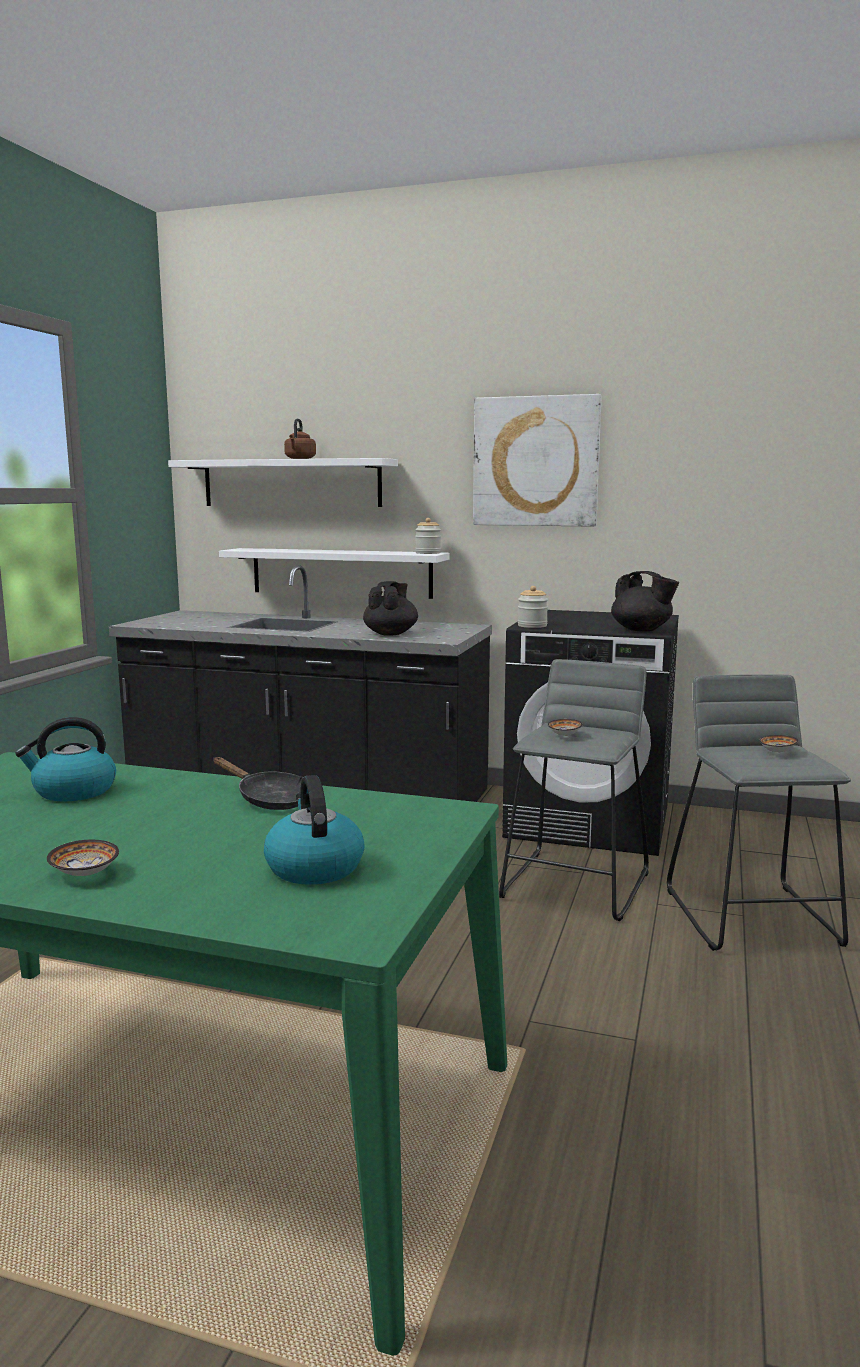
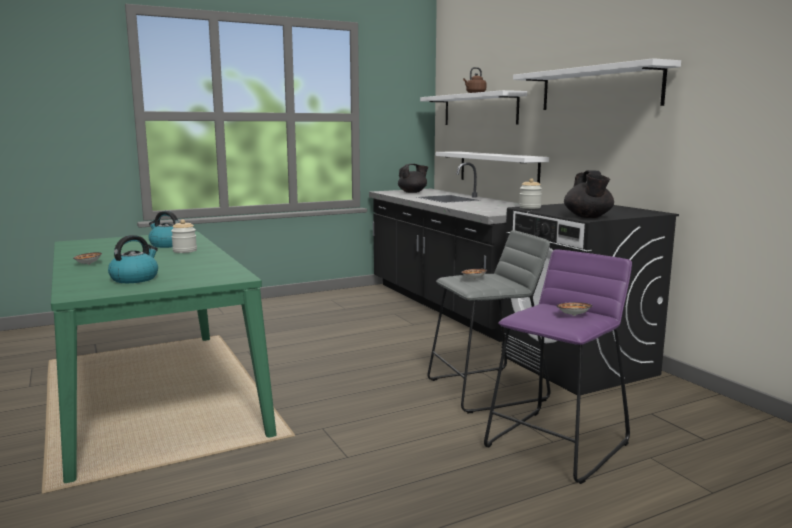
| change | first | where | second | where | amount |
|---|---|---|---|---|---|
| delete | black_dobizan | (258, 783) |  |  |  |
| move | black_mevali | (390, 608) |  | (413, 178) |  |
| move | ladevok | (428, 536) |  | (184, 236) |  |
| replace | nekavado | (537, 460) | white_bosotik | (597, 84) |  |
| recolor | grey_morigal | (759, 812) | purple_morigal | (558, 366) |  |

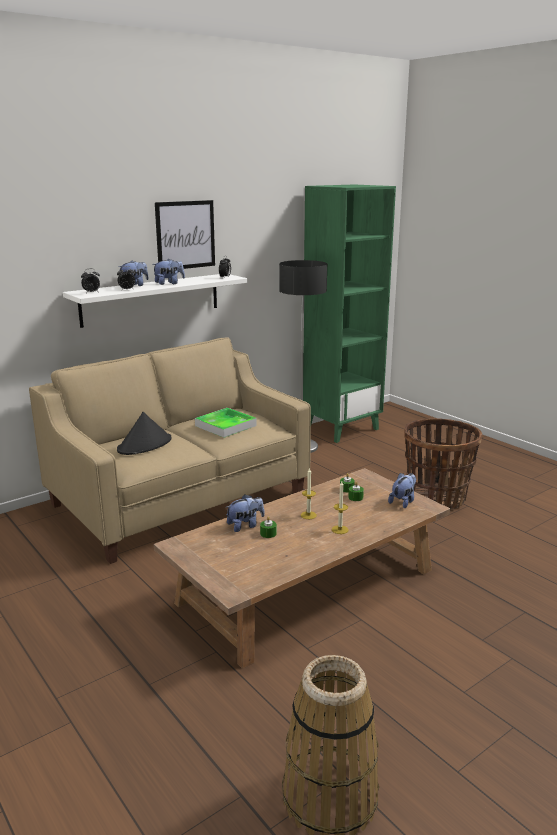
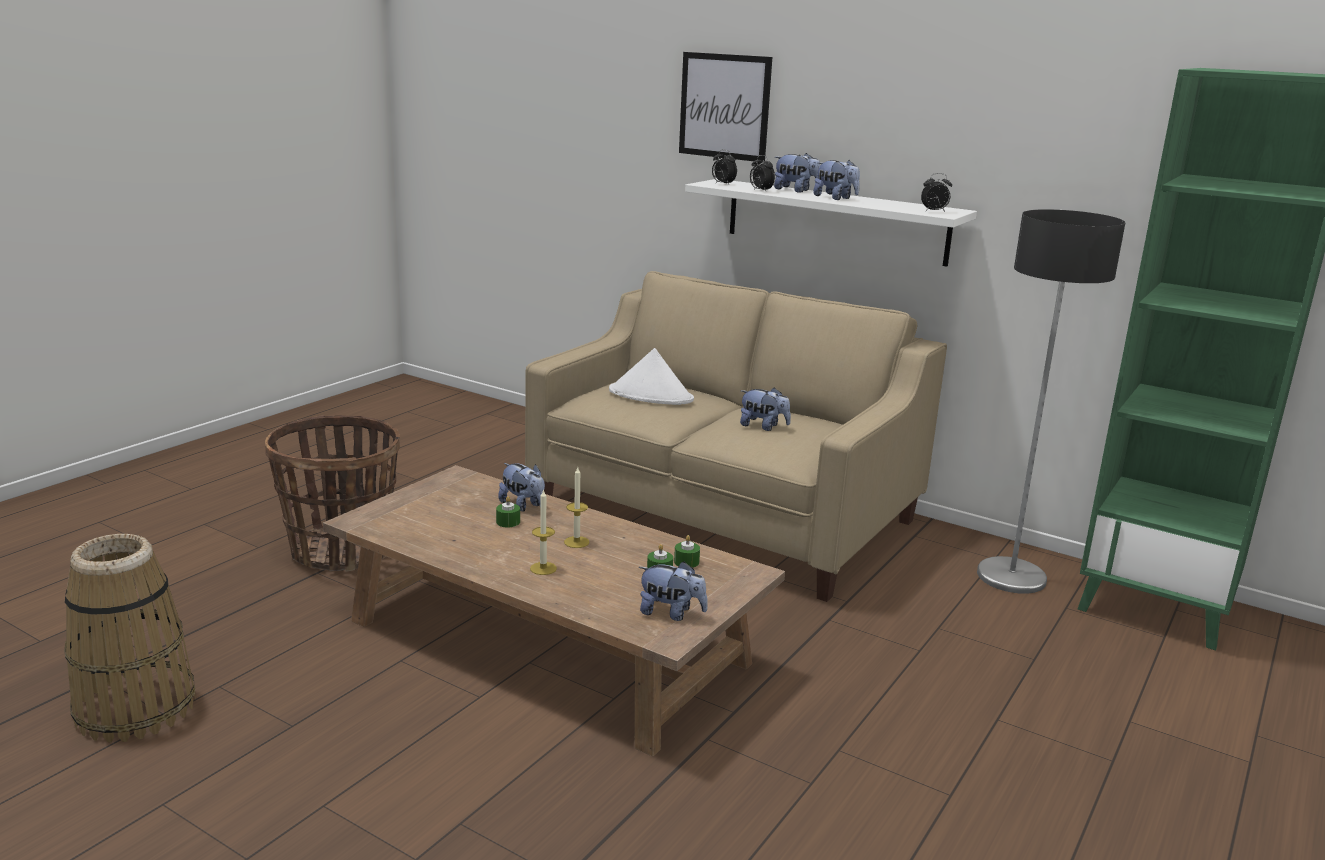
| change | first | where | second | where | amount |
|---|---|---|---|---|---|
| recolor | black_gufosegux | (144, 433) | white_gufosegux | (651, 376) |  |
| move | nekavado | (185, 234) |  | (725, 107) |  |
| replace | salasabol | (225, 423) | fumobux | (765, 409) |  |
| move | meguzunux | (443, 464) |  | (332, 493) |  |

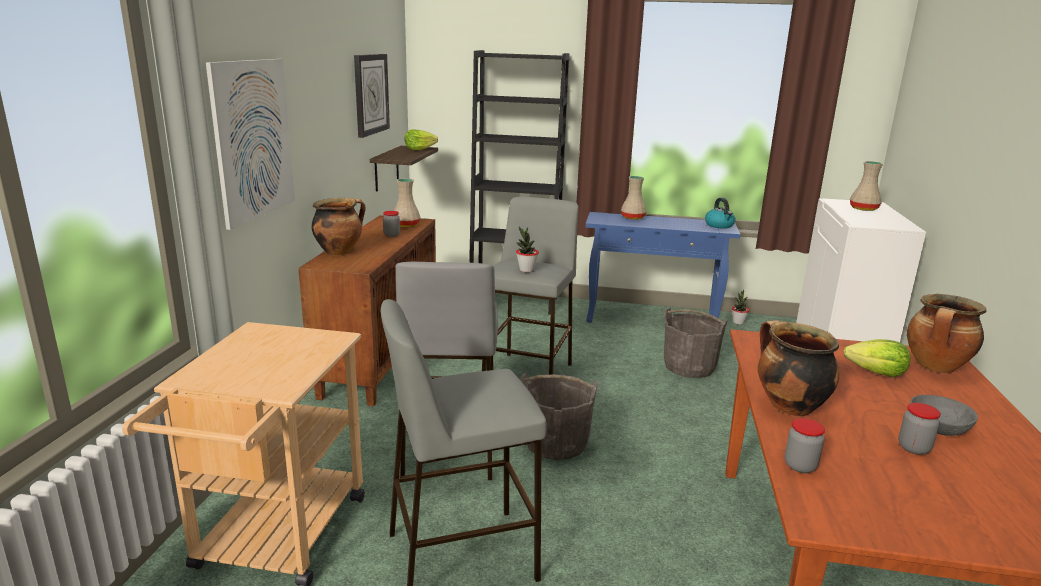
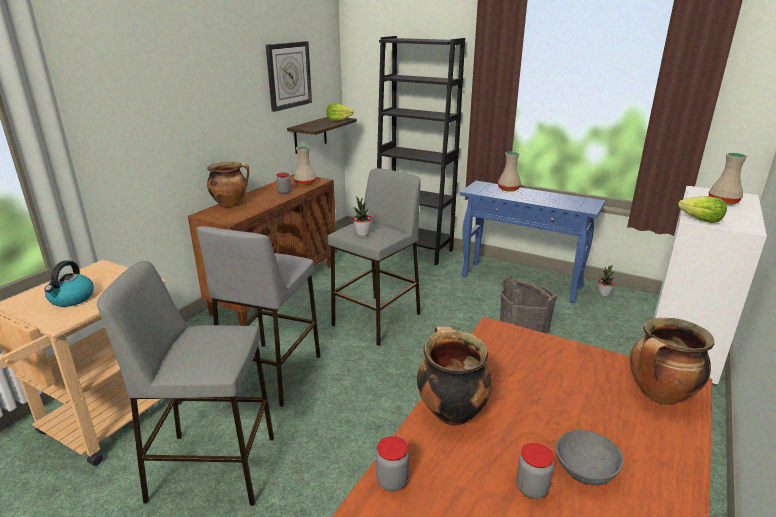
| change | first | where | second | where | amount |
|---|---|---|---|---|---|
| delete | nekavado | (250, 144) |  |  |  |
| delete | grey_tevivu | (559, 416) |  |  |  |
| move | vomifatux | (720, 213) |  | (69, 283) |  |
| move | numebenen | (877, 358) |  | (702, 209) |  |

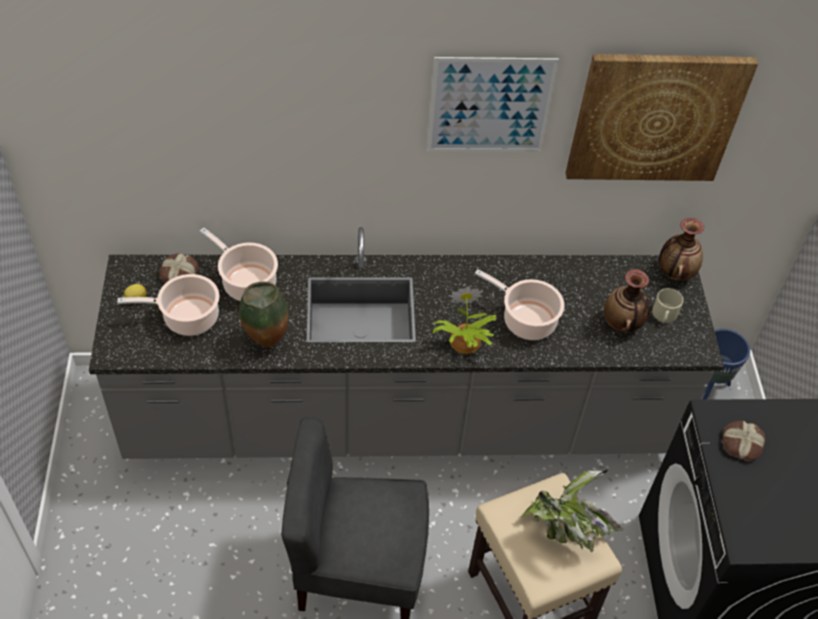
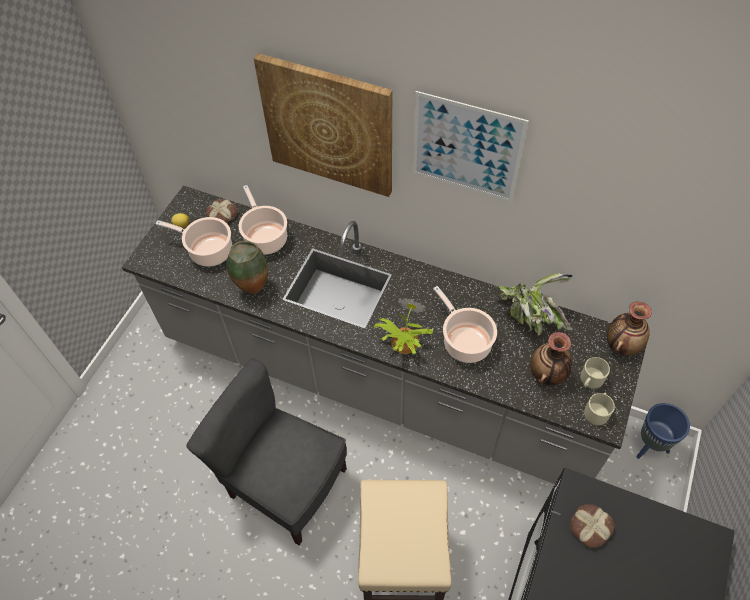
| change | first | where | second | where | amount |
|---|---|---|---|---|---|
| move | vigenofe | (571, 511) |  | (534, 304) |  |
| move | nekavado | (662, 117) |  | (323, 125) |  |
| insert |  |  | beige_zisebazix | (599, 409) |  |

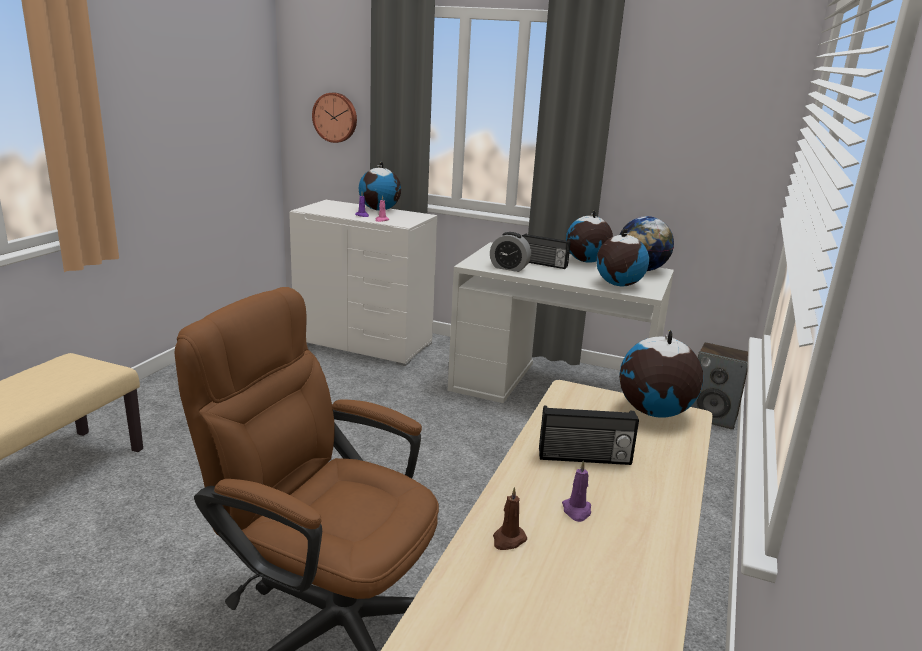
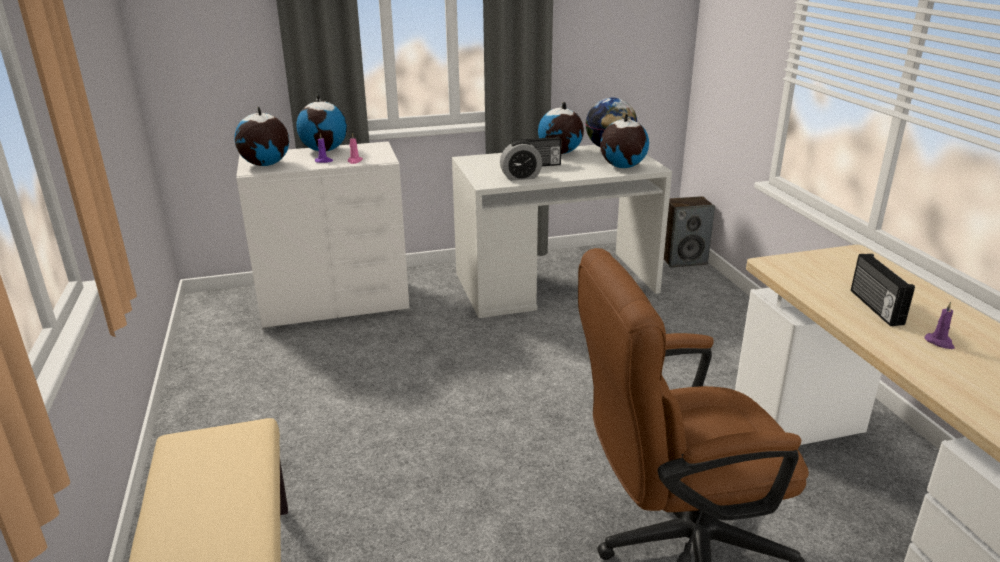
| change | first | where | second | where | amount |
|---|---|---|---|---|---|
| delete | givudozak | (334, 118) |  |  |  |
| delete | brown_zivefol | (510, 518) |  |  |  |
| rotate | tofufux | (589, 435) |  | (883, 290) | 120 degrees clockwise |
| move | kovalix | (661, 374) |  | (261, 136) |  |

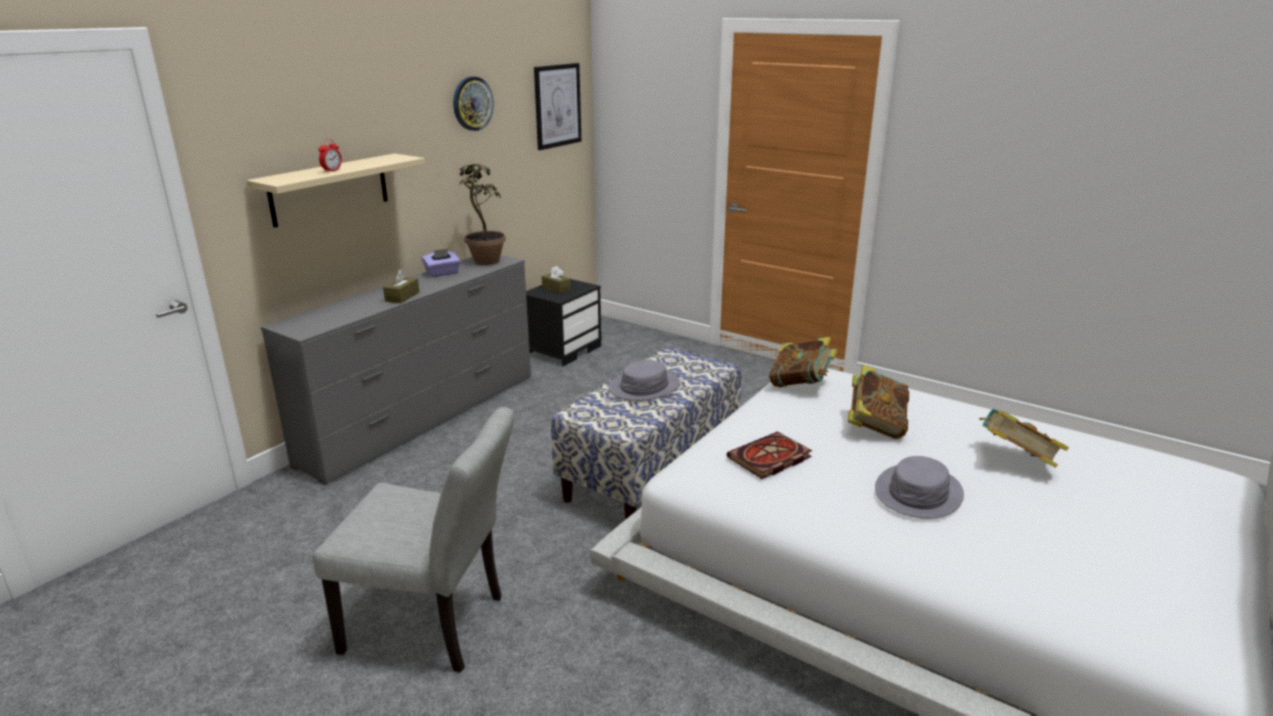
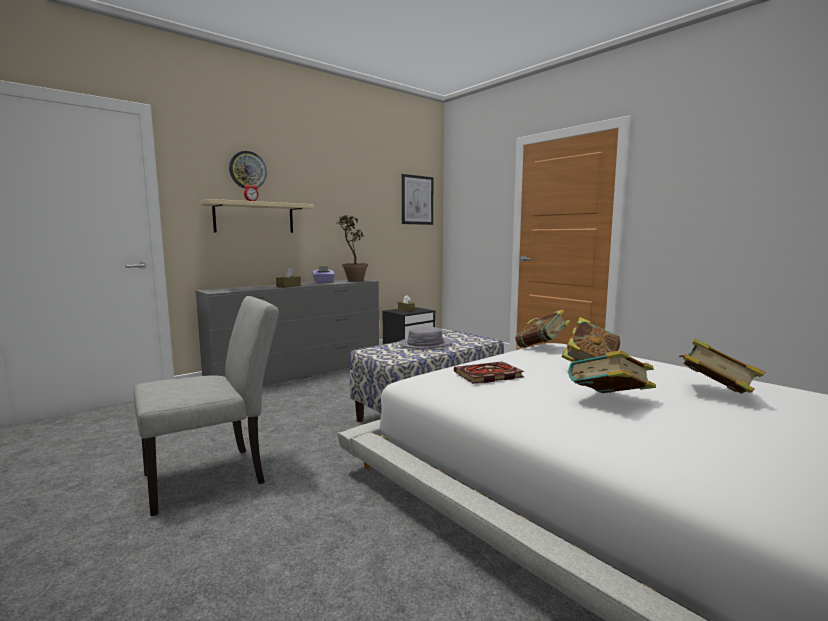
| change | first | where | second | where | amount |
|---|---|---|---|---|---|
| rotate | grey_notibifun | (414, 540) |  | (206, 406) | 60 degrees counterclockwise |
| move | givudozak | (473, 103) |  | (248, 170) |  |
| replace | grey_gufosegux | (919, 487) | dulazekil | (612, 371) |  |

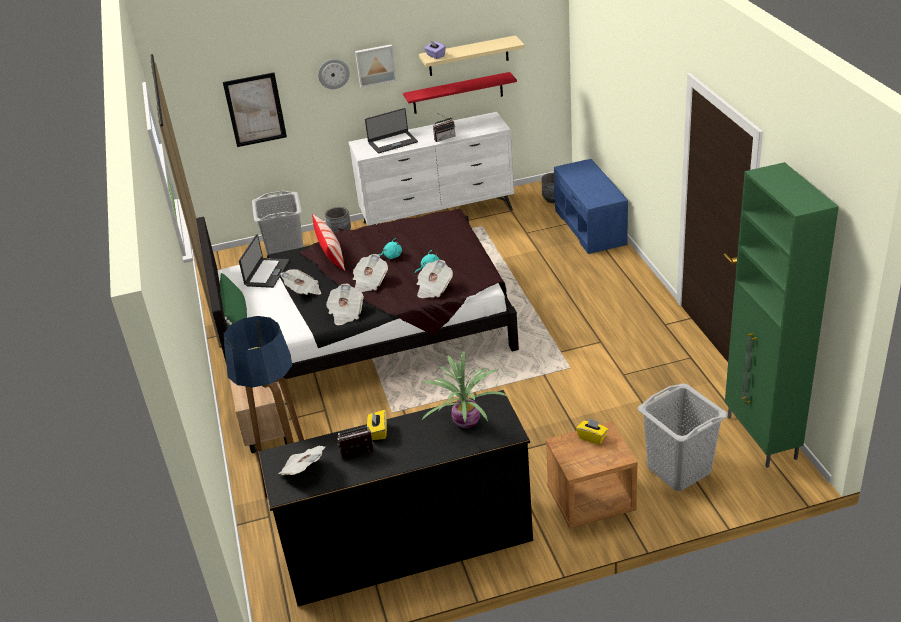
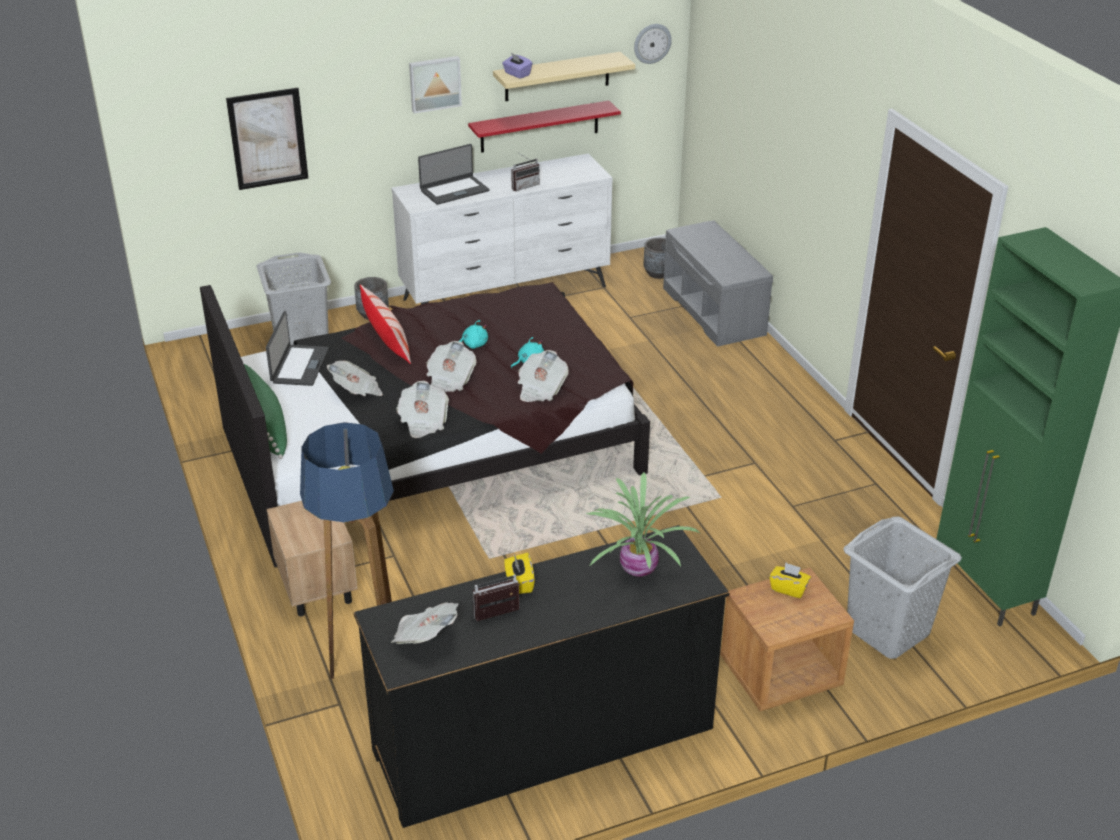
| change | first | where | second | where | amount |
|---|---|---|---|---|---|
| move | givudozak | (334, 74) |  | (653, 44) |  |
| recolor | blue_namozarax | (591, 206) | grey_namozarax | (718, 283) |  |

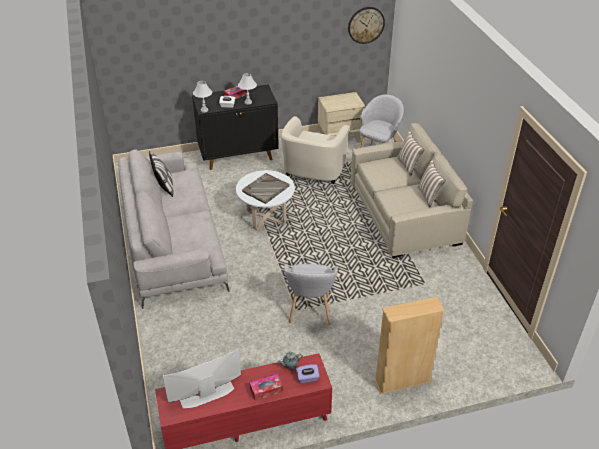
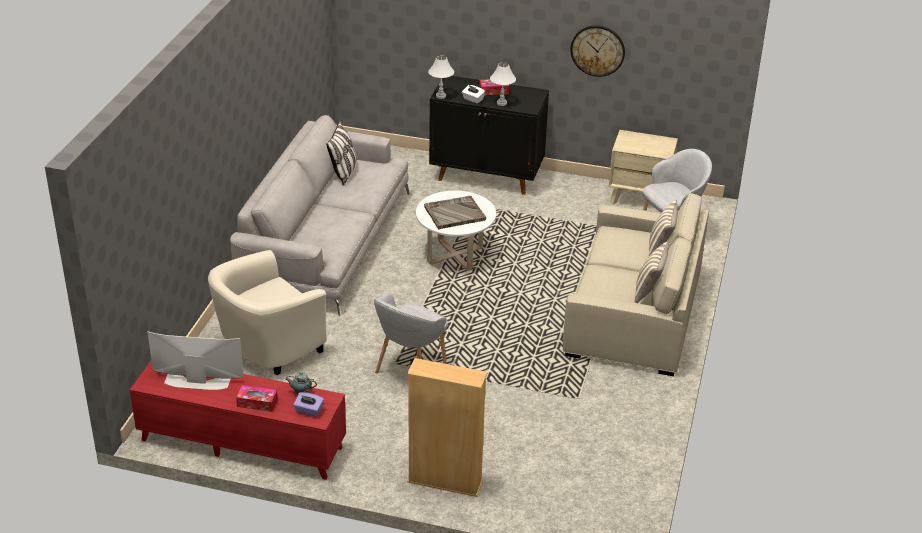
| change | first | where | second | where | amount |
|---|---|---|---|---|---|
| move | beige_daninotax | (315, 150) |  | (267, 312) |  |
| move | givudozak | (366, 25) |  | (597, 51) |  |

